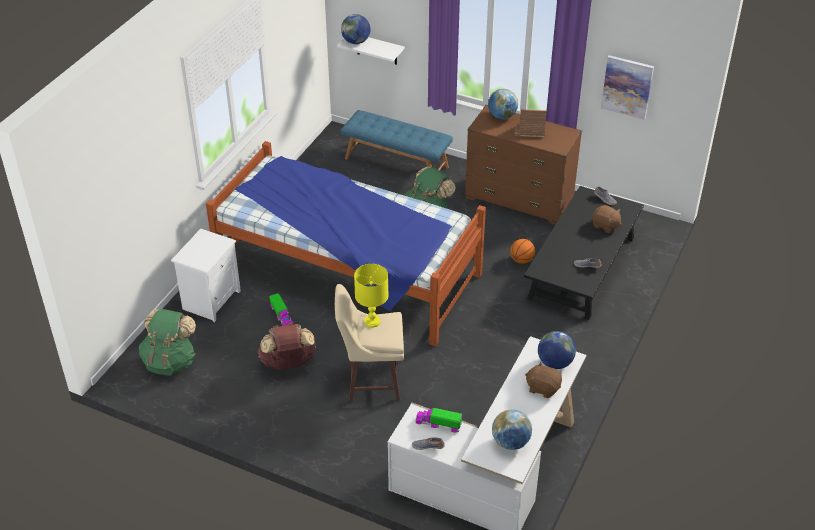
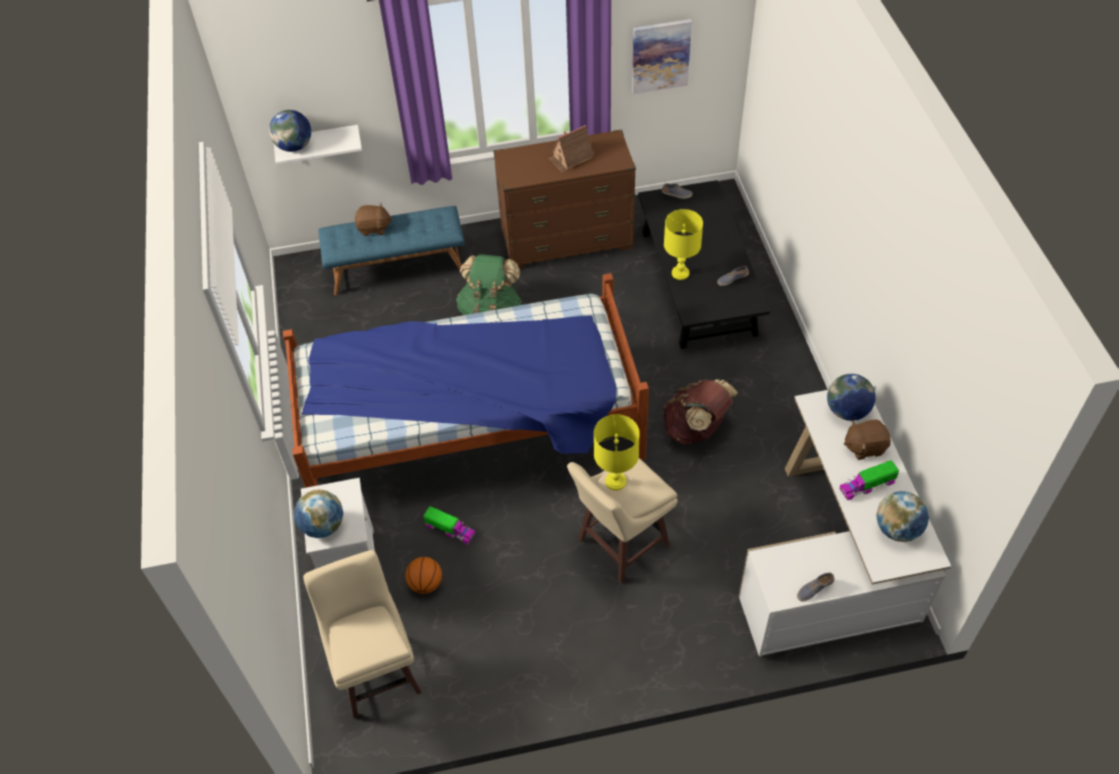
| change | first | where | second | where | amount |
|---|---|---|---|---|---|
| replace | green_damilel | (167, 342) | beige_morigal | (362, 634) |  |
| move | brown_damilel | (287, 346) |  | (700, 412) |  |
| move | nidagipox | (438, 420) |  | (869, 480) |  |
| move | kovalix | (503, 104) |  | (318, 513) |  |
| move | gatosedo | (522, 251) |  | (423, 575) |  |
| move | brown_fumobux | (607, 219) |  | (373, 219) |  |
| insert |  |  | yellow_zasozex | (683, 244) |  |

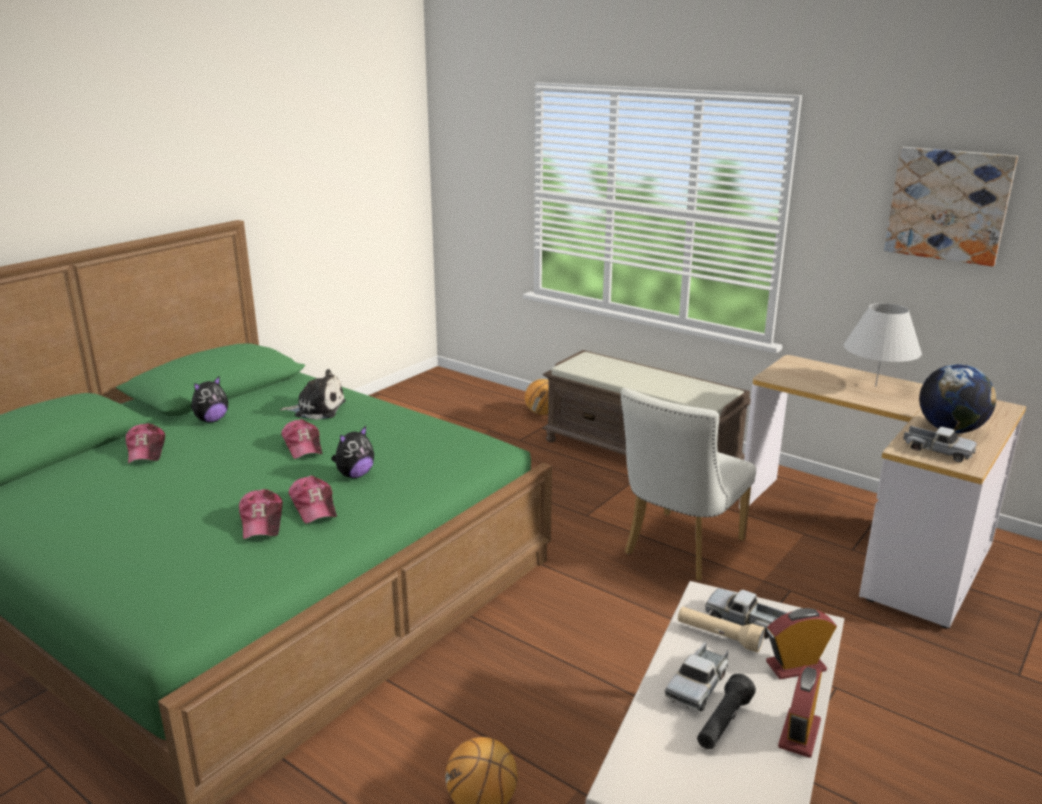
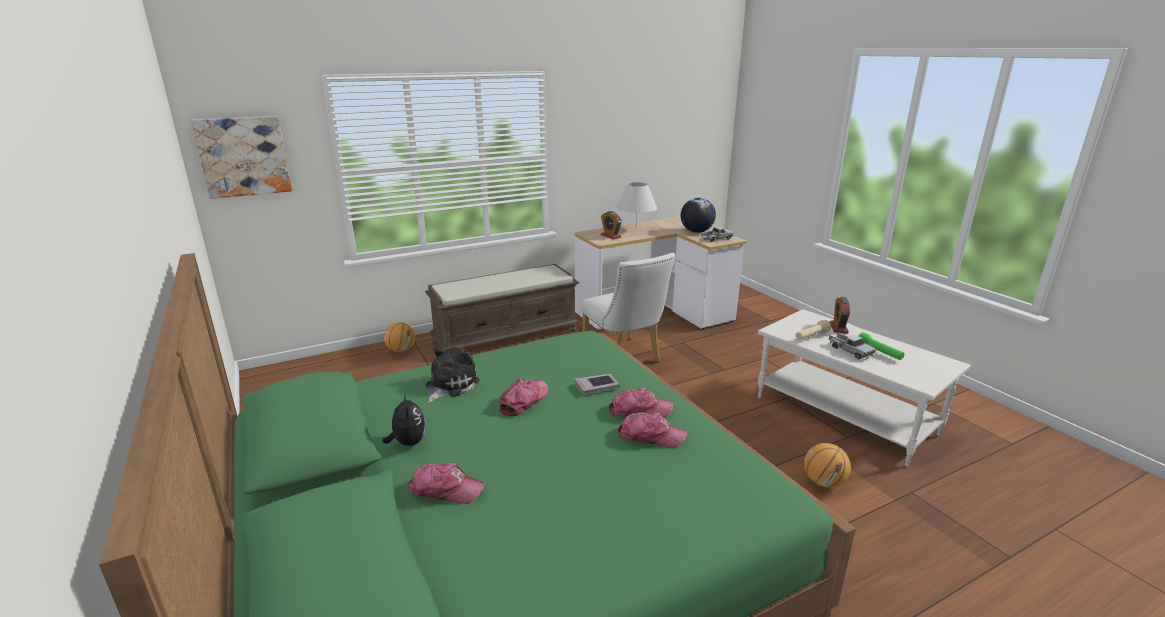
| change | first | where | second | where | amount |
|---|---|---|---|---|---|
| rotate | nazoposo | (302, 439) |  | (523, 397) | 60 degrees counterclockwise |
| replace | fumobux | (352, 452) | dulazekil | (597, 384) |  |
| recolor | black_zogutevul | (726, 711) | green_zogutevul | (881, 346) |  |
| delete | nidagipox | (746, 613) |  |  |  |
| move | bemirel | (800, 711) |  | (611, 225) |  |
| move | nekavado | (951, 206) |  | (241, 157) |  |

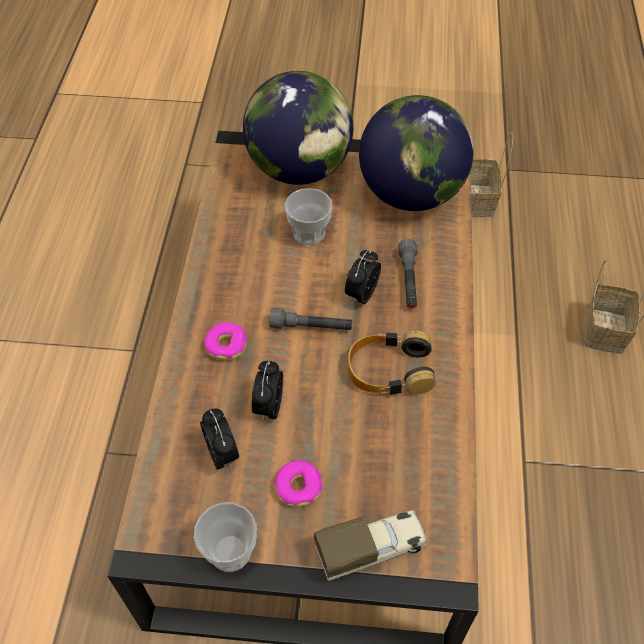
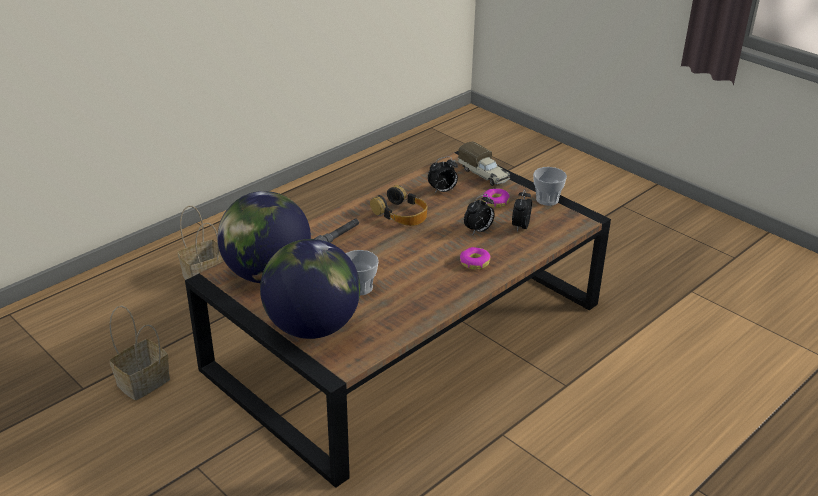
| change | first | where | second | where | amount |
|---|---|---|---|---|---|
| delete | grey_zogutevul | (310, 319) |  |  |  |
| rotate | nidagipox | (371, 545) |  | (484, 164) | 150 degrees counterclockwise |
| move | bemirel | (363, 277) |  | (443, 175) |  |

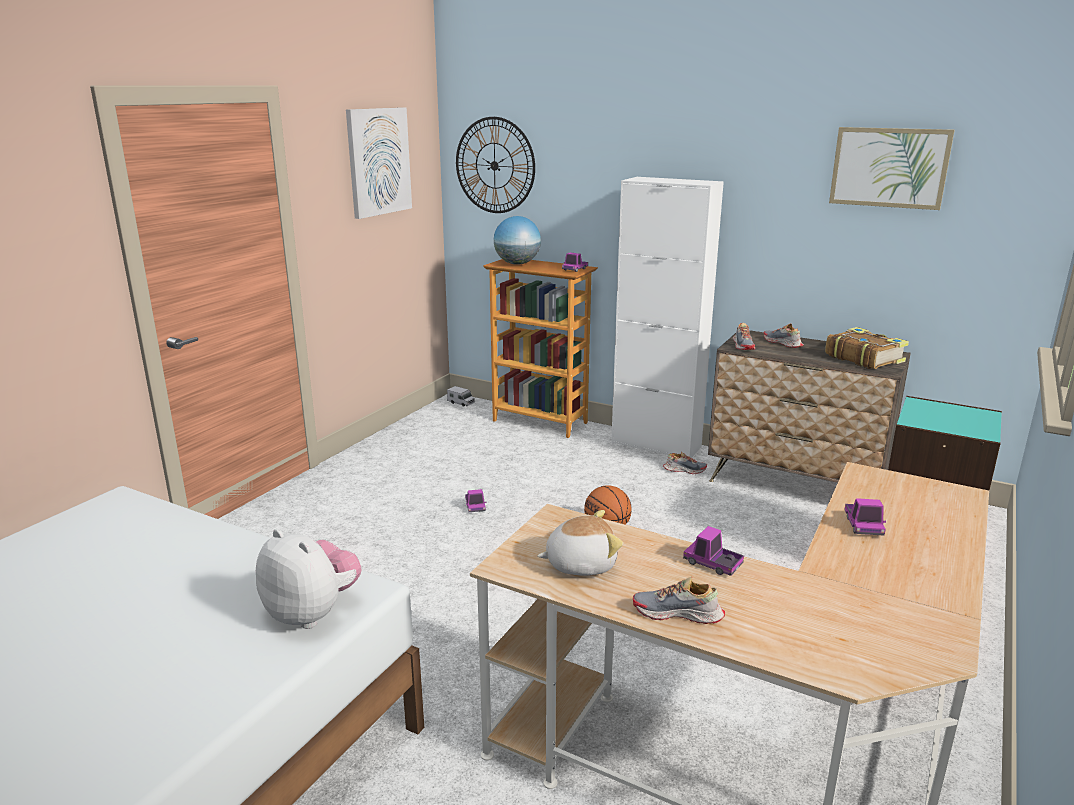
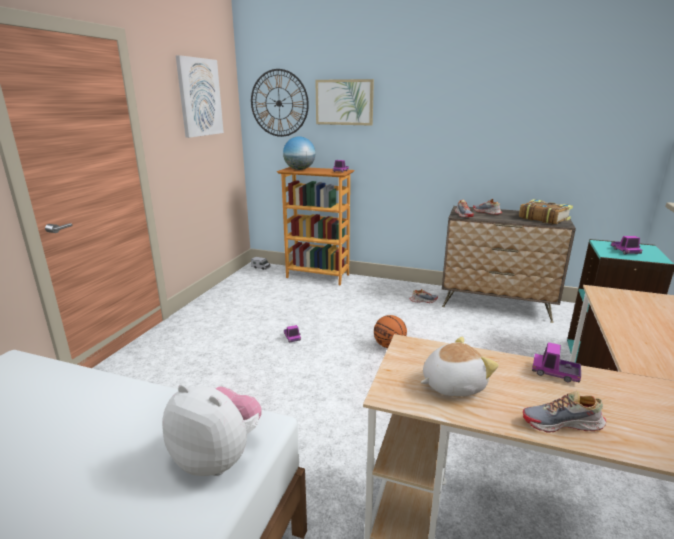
| change | first | where | second | where | amount |
|---|---|---|---|---|---|
| delete | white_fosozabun | (667, 317) |  |  |  |
| move | nekavado | (892, 168) |  | (344, 102) |  |
| move | nidagipox | (865, 517) |  | (626, 245) |  |

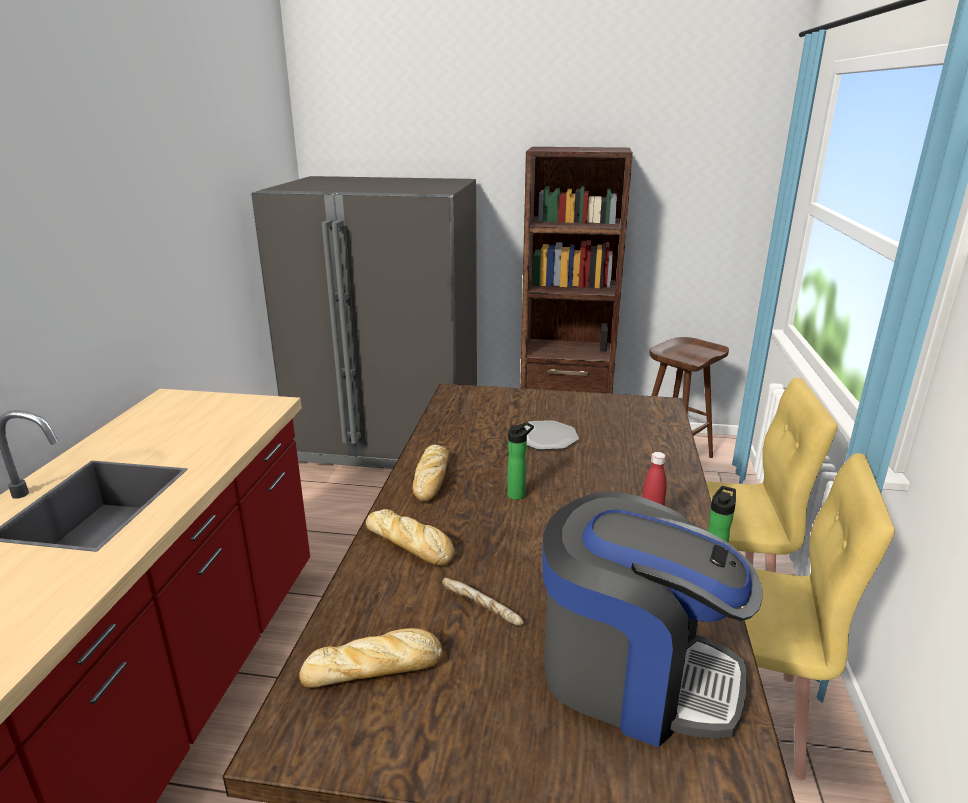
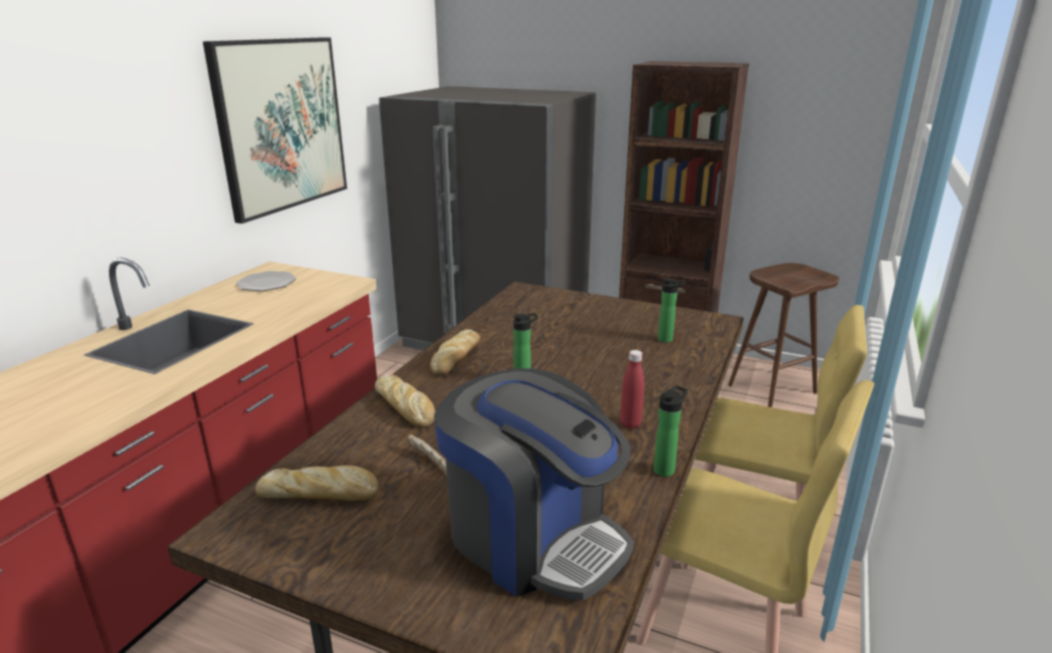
| change | first | where | second | where | amount |
|---|---|---|---|---|---|
| move | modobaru | (551, 435) |  | (266, 281) |  |
| insert |  |  | nekavado | (275, 130) |  |
| insert |  |  | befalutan | (671, 310) |  |

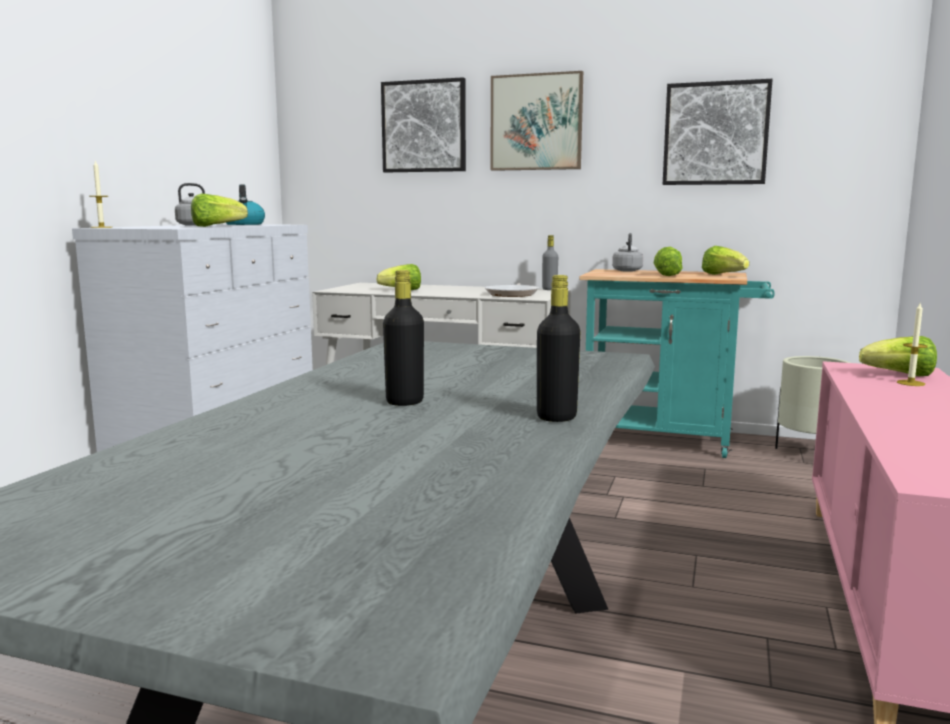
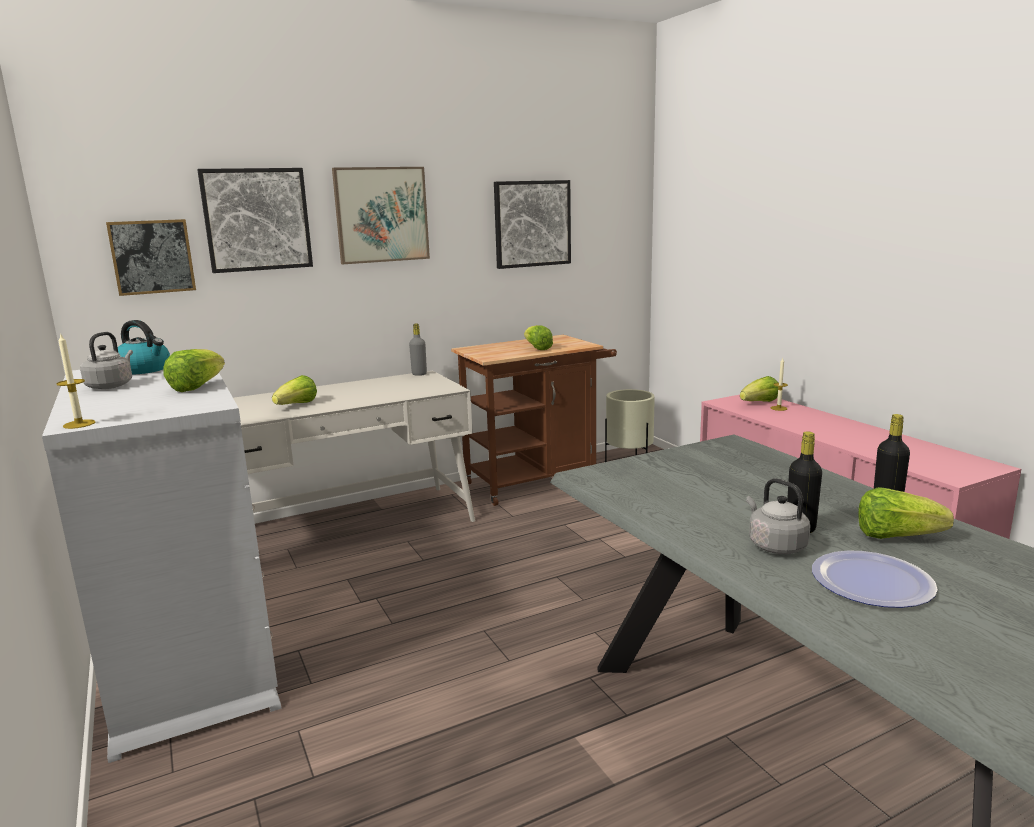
| change | first | where | second | where | amount |
|---|---|---|---|---|---|
| delete | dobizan | (512, 290) |  |  |  |
| recolor | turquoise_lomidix | (677, 363) | brown_lomidix | (534, 420) |  |
| move | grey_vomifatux | (627, 252) |  | (778, 516) |  |
| move | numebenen | (725, 260) |  | (906, 513) |  |
| insert |  |  | nekavado | (151, 257) |  |
| insert |  |  | modobaru | (875, 579) |  |

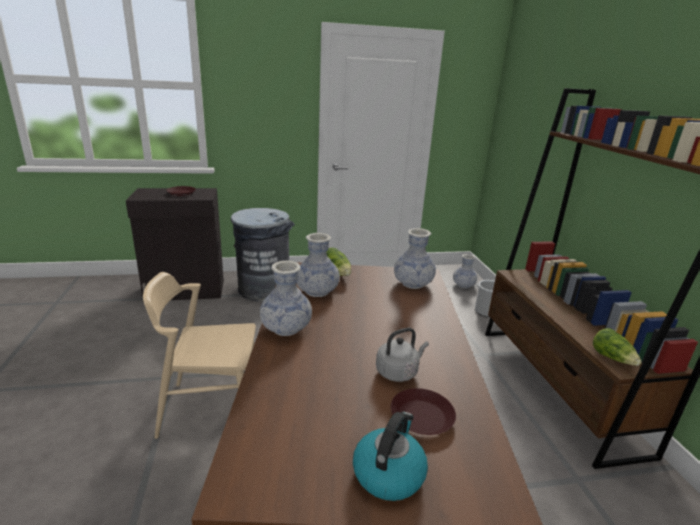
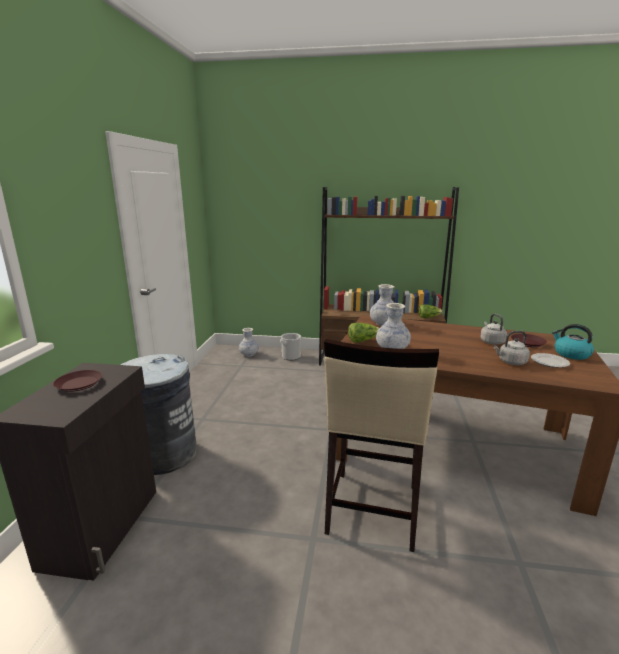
| change | first | where | second | where | amount |
|---|---|---|---|---|---|
| replace | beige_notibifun | (199, 355) | beige_morigal | (381, 445) |  |
| delete | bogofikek | (286, 298) |  |  |  |
| insert |  |  | grey_vomifatux | (512, 348) |  |
| insert |  |  | modobaru | (550, 360) |  |

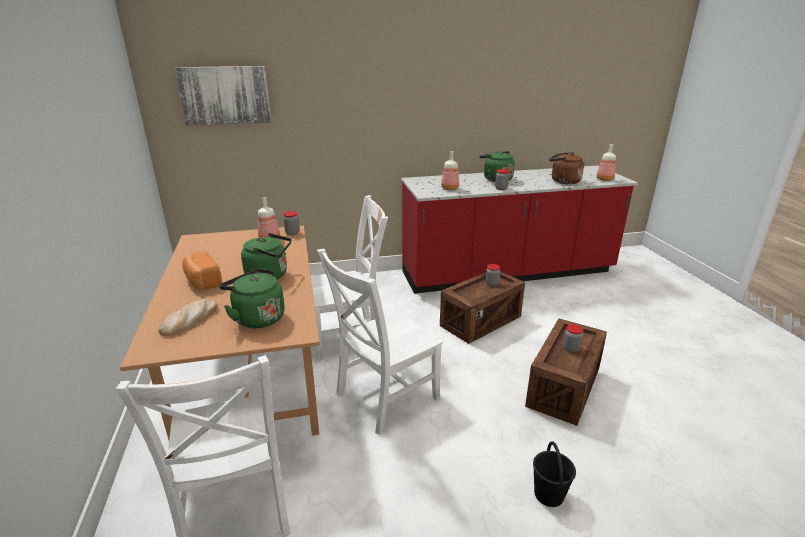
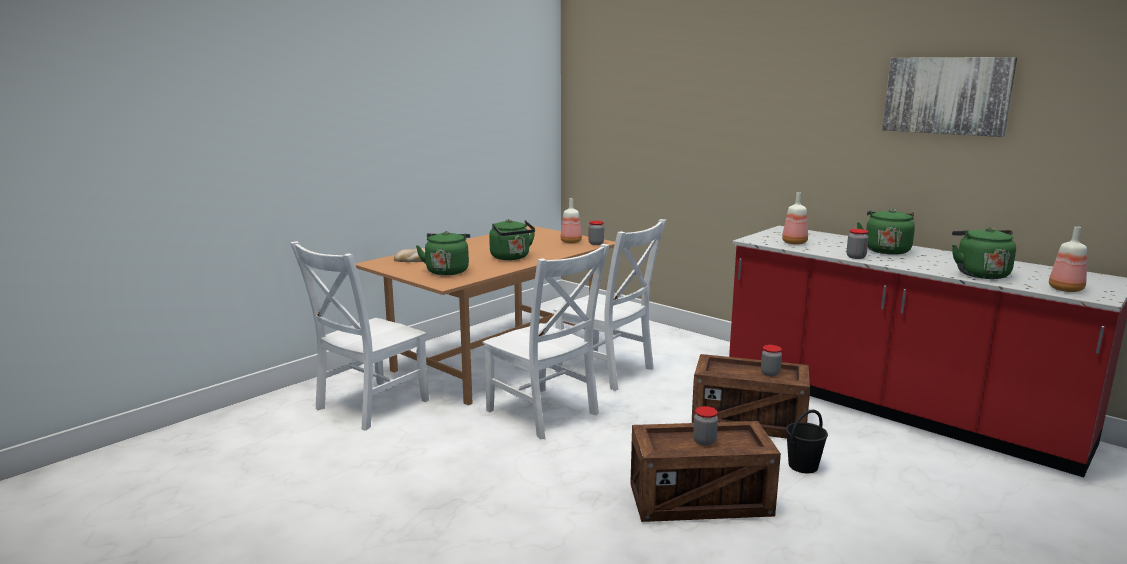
| change | first | where | second | where | amount |
|---|---|---|---|---|---|
| move | nekavado | (223, 96) |  | (949, 97) |  |
| delete | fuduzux | (202, 270) |  |  |  |
| rotate | white_notibifun | (380, 342) |  | (545, 342) | 150 degrees counterclockwise |
| move | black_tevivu | (554, 474) |  | (807, 441) |  |
| recolor | brown_vomifatux | (566, 168) | green_vomifatux | (984, 253) |  |

